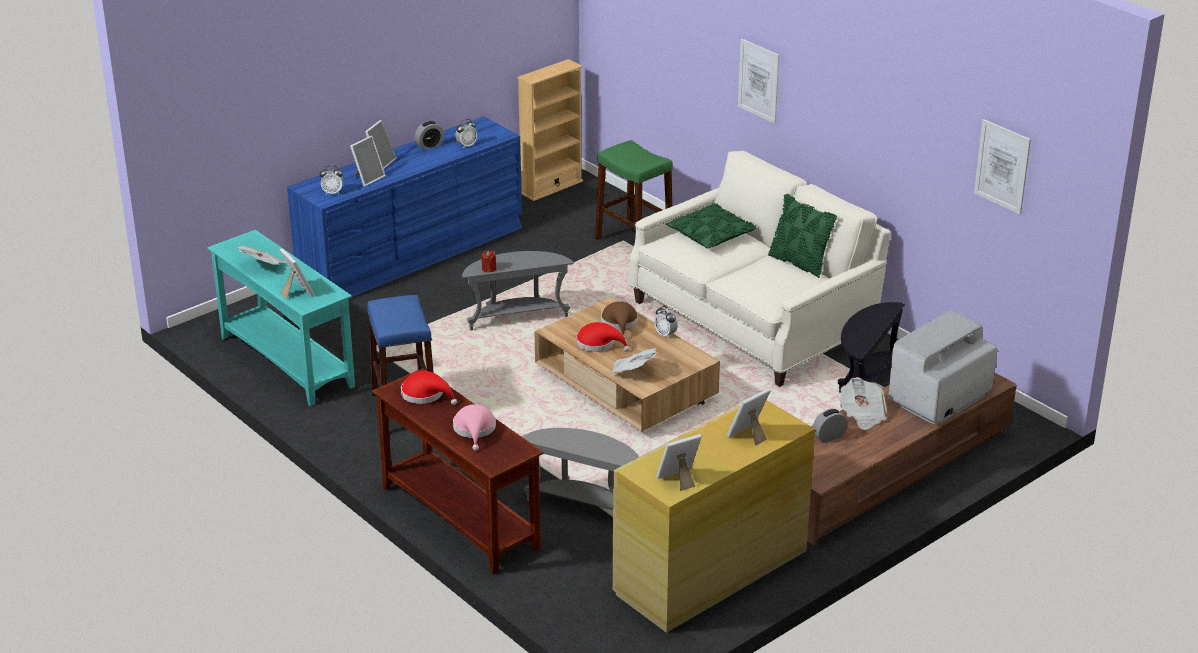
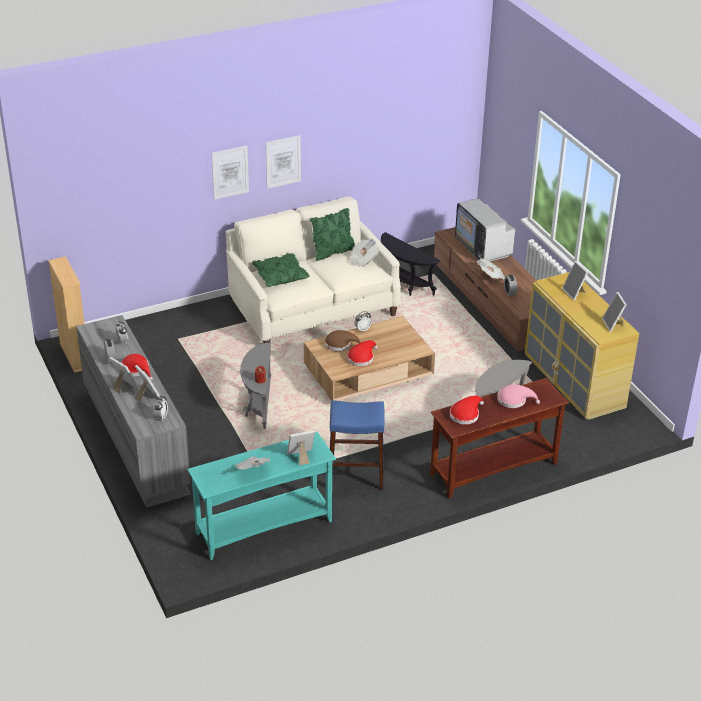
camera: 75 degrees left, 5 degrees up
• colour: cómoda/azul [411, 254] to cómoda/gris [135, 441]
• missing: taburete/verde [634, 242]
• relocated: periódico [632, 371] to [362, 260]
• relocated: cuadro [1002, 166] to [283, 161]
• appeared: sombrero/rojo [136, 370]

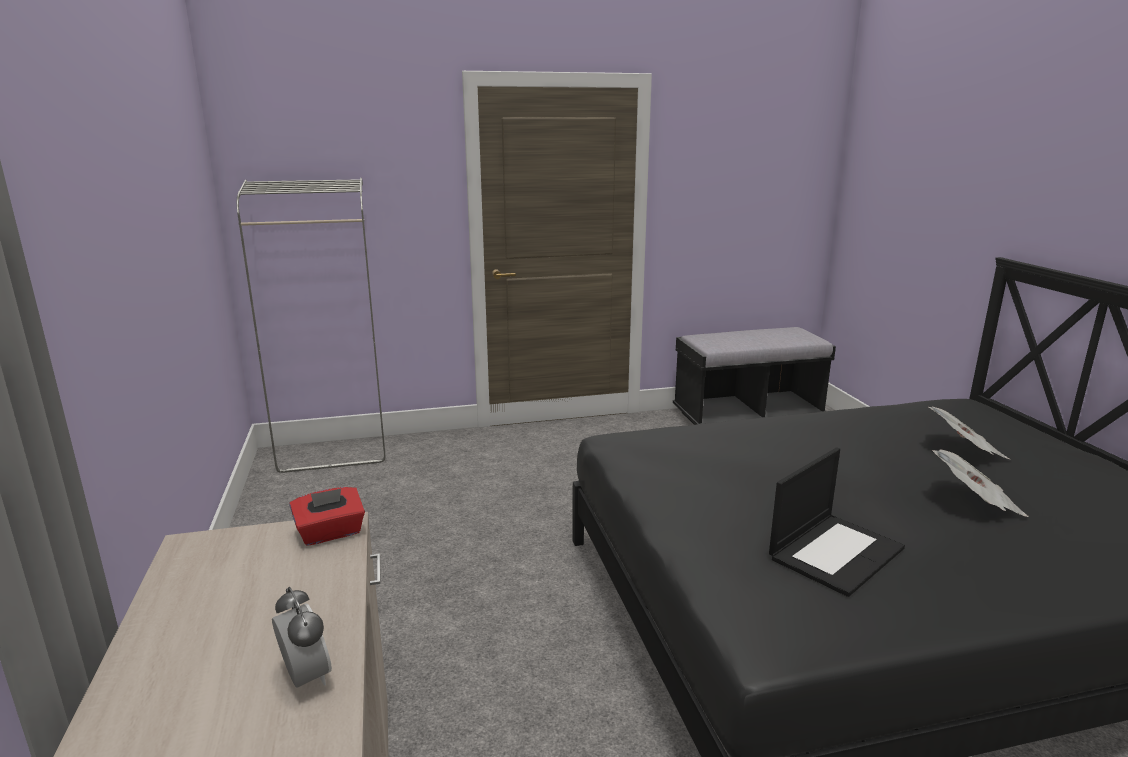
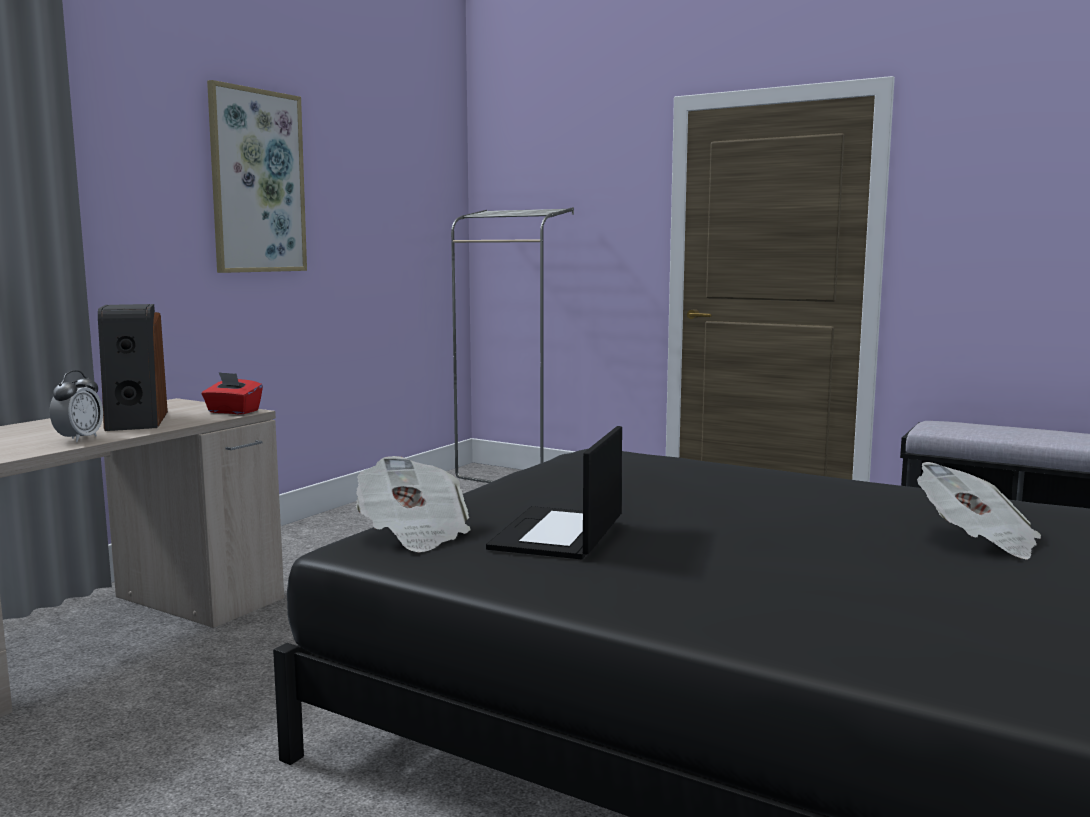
camera: 45 degrees right, 10 degrees down
• spun: portátil [835, 552] = [558, 534] 105 degrees clockwise
• relocated: periódico [975, 503] to [414, 534]
• appeared: altavoz [135, 421]
• appeared: cuadro [257, 182]

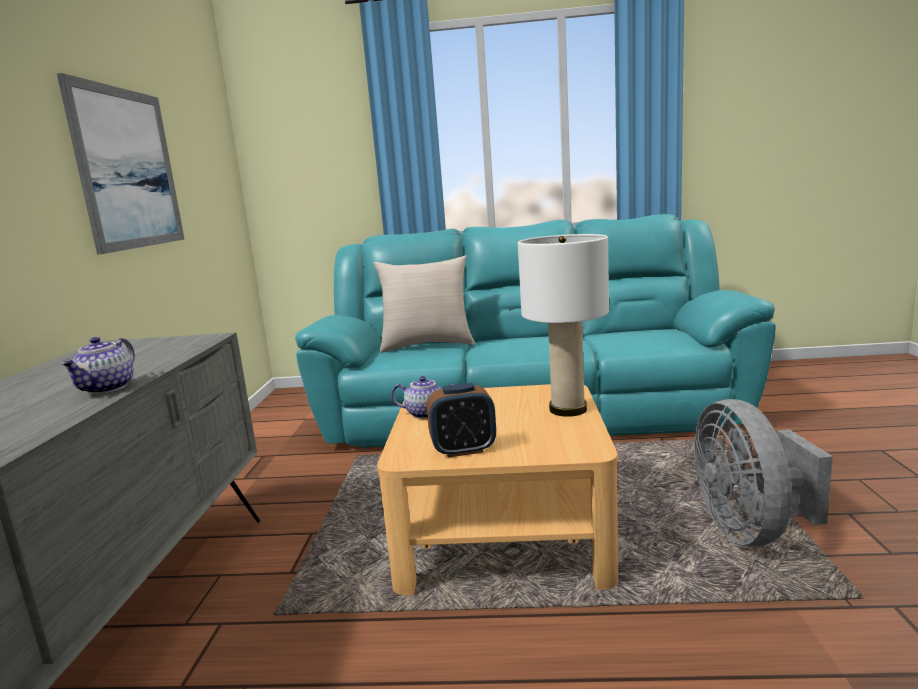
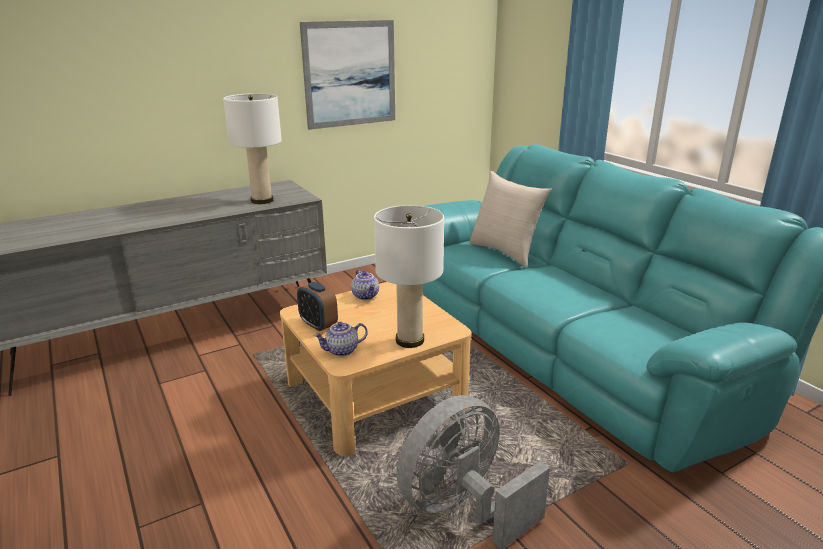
camera: 55 degrees right, 10 degrees up
• relocated: tetera [108, 388] to [342, 351]
• appeared: lámpara de mesa/blanco [262, 201]

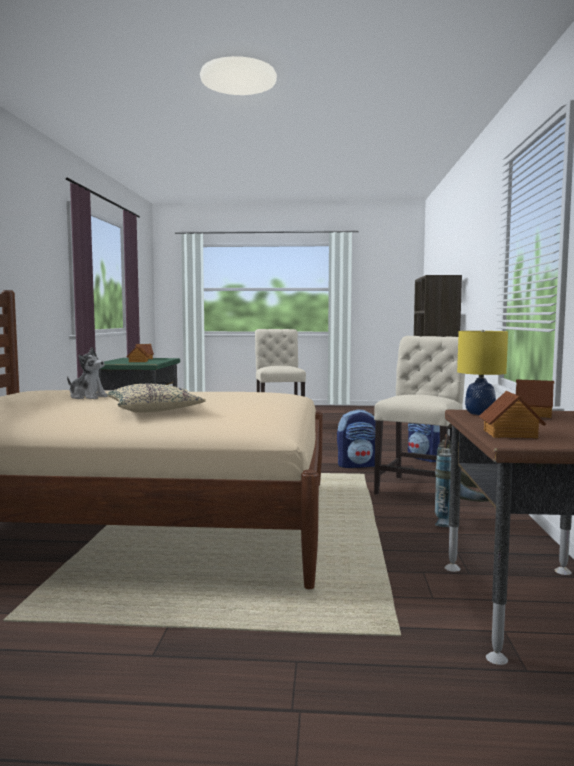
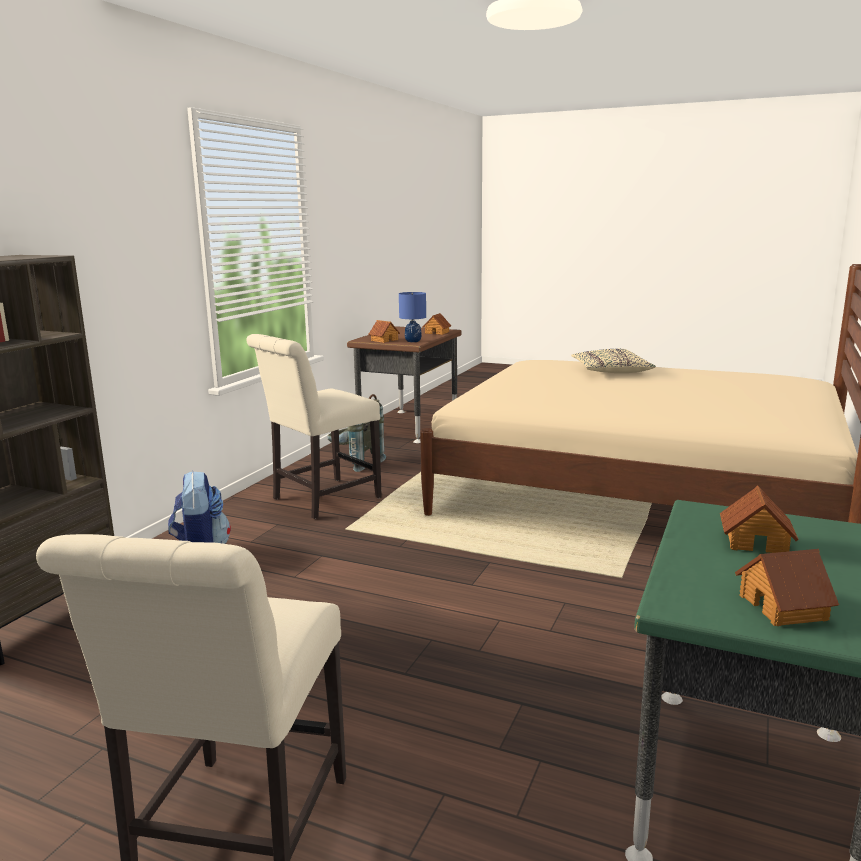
camera: 160 degrees left, 10 degrees up
• missing: peluche [88, 397]
• missing: mochila [357, 465]
• colour: lámpara de mesa/amarillo [478, 414] to lámpara de mesa/azul [413, 341]

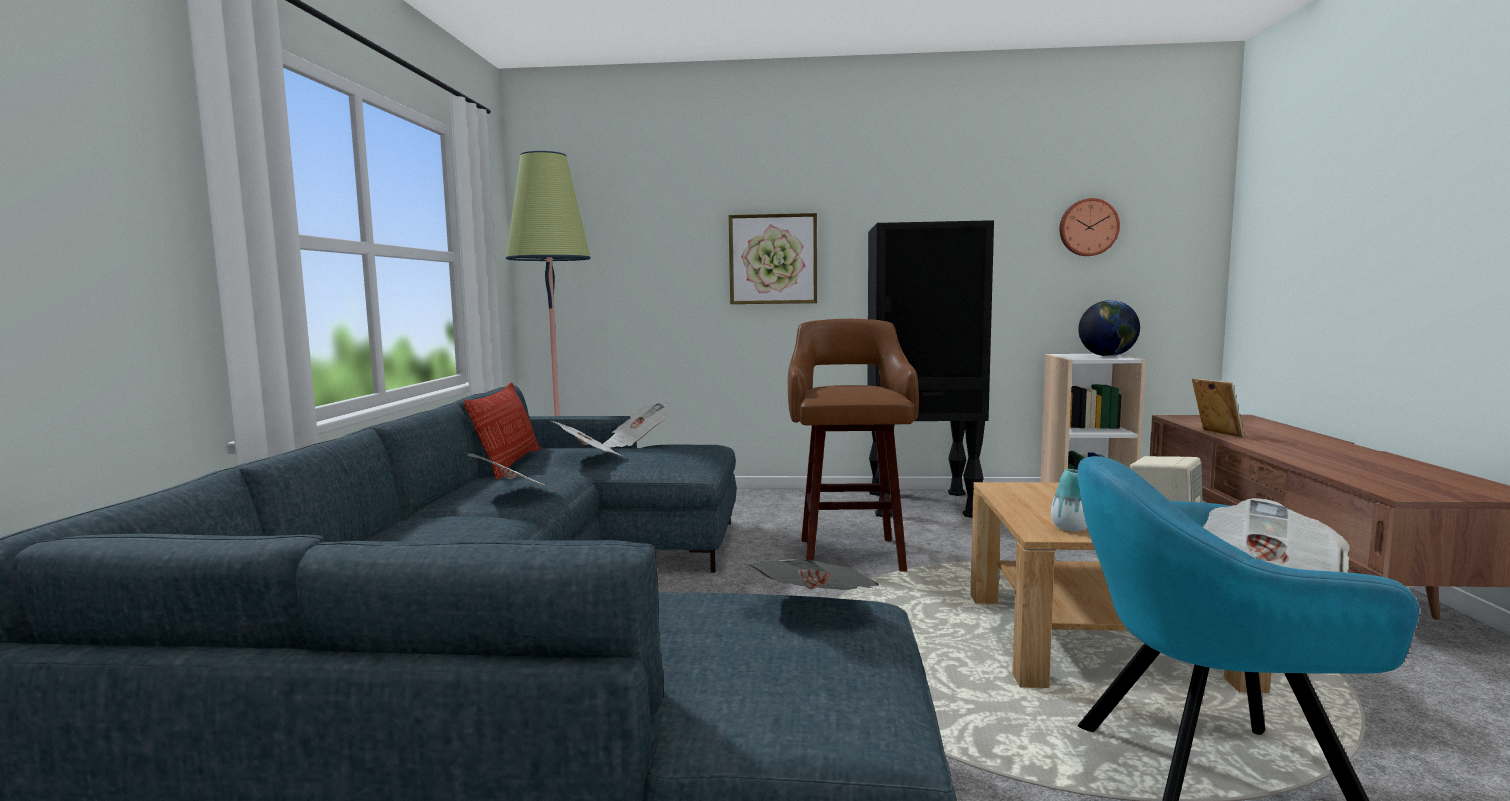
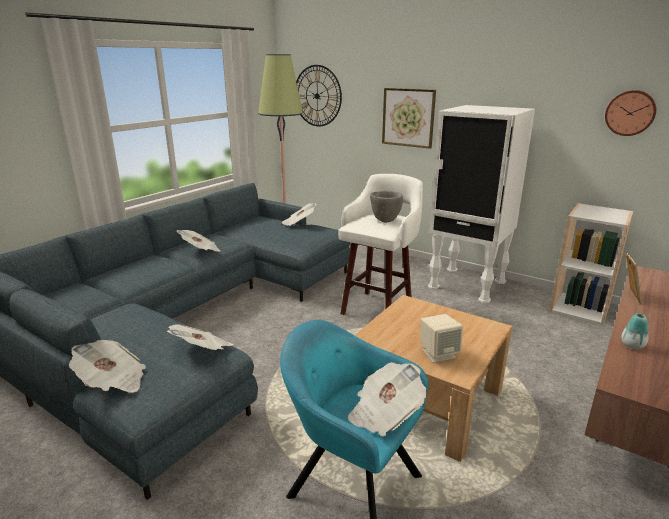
camera: 30 degrees right, 15 degrees up
• missing: cojín [509, 464]
• relocated: periódico [589, 458] to [113, 381]
• colour: taburete/marrón [850, 553] to taburete/blanco [378, 308]
• colour: armario/negro [923, 504] to armario/blanco [467, 284]
• relocated: florero [1071, 528] to [632, 345]
• missing: globo terráqueo [1107, 356]
• appeared: reloj de pared [317, 96]
• appeared: cuenco/gris [385, 220]

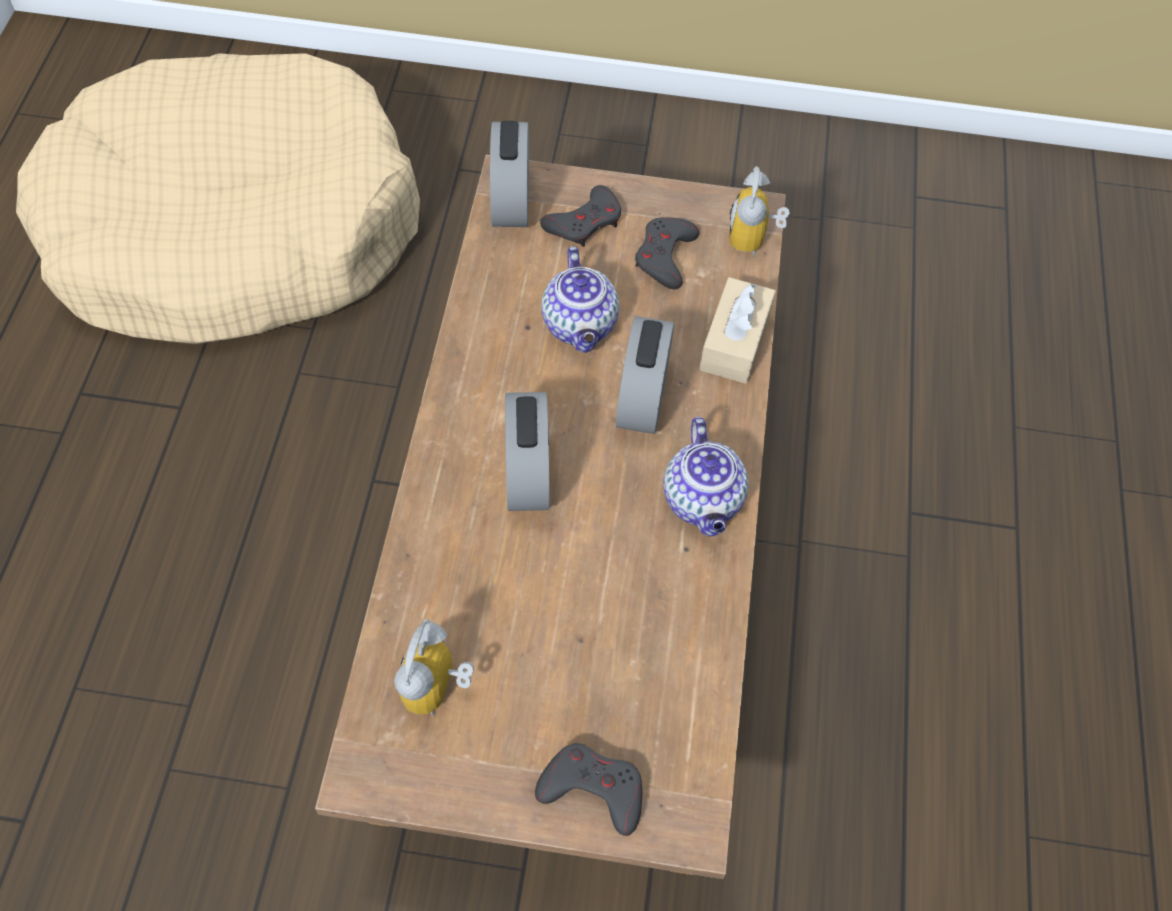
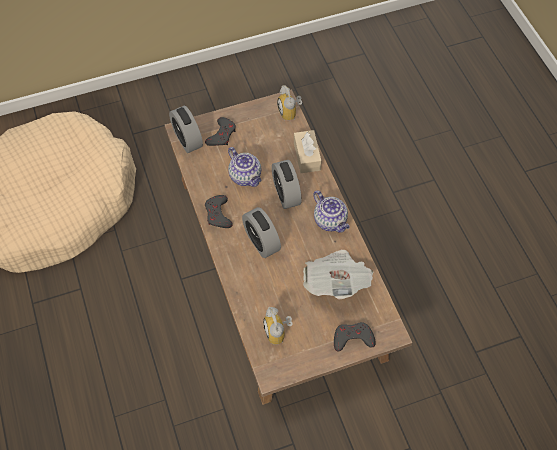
camera: 25 degrees left, 0 degrees up
• relocated: mando de consola/gris [665, 256] to [218, 214]
• appeared: periódico [336, 282]

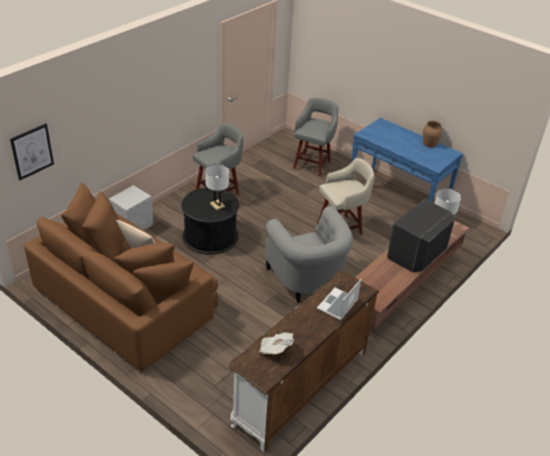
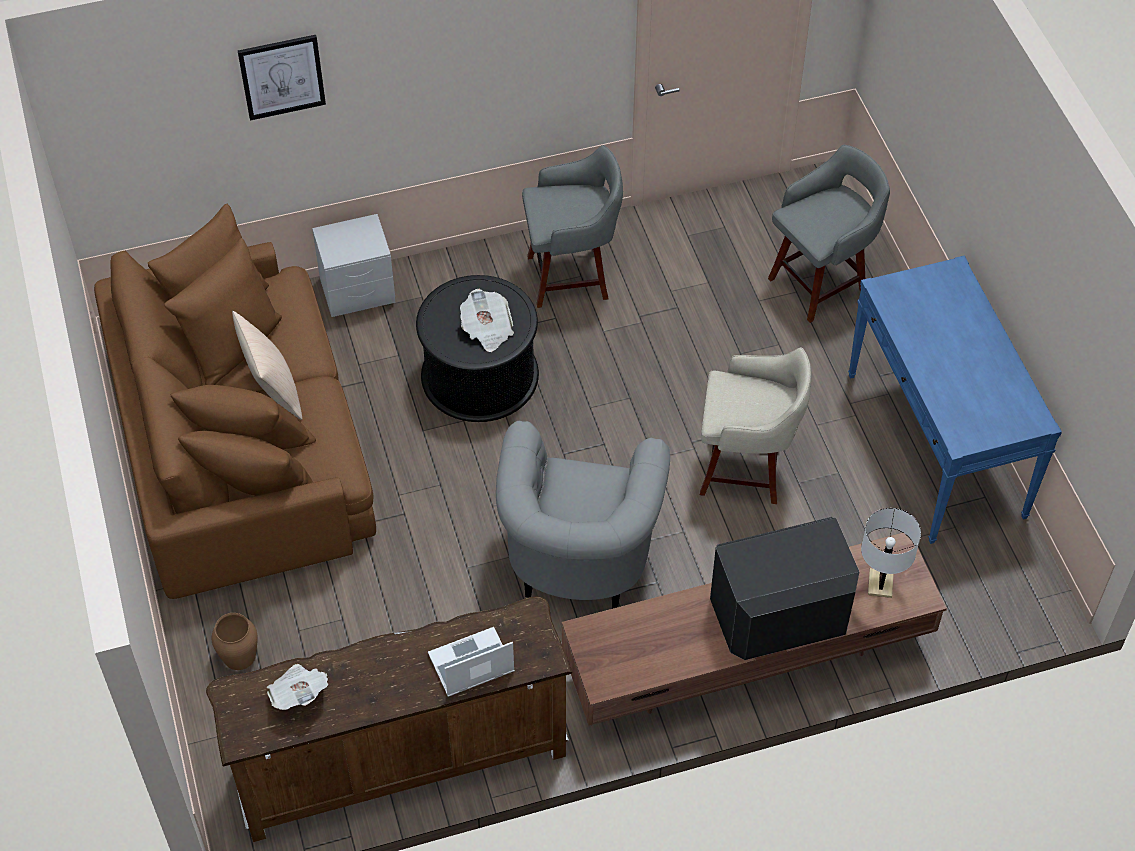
camera: 35 degrees right, 15 degrees up
• relocated: cuadro [32, 151] to [282, 76]
• exchanged: lámpara de mesa/blanco [217, 205] to periódico [487, 330]
• relocated: florero/marrón [429, 144] to [239, 655]

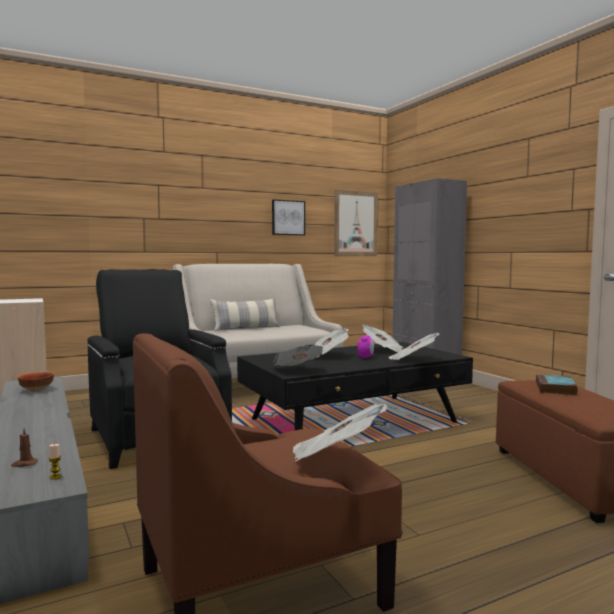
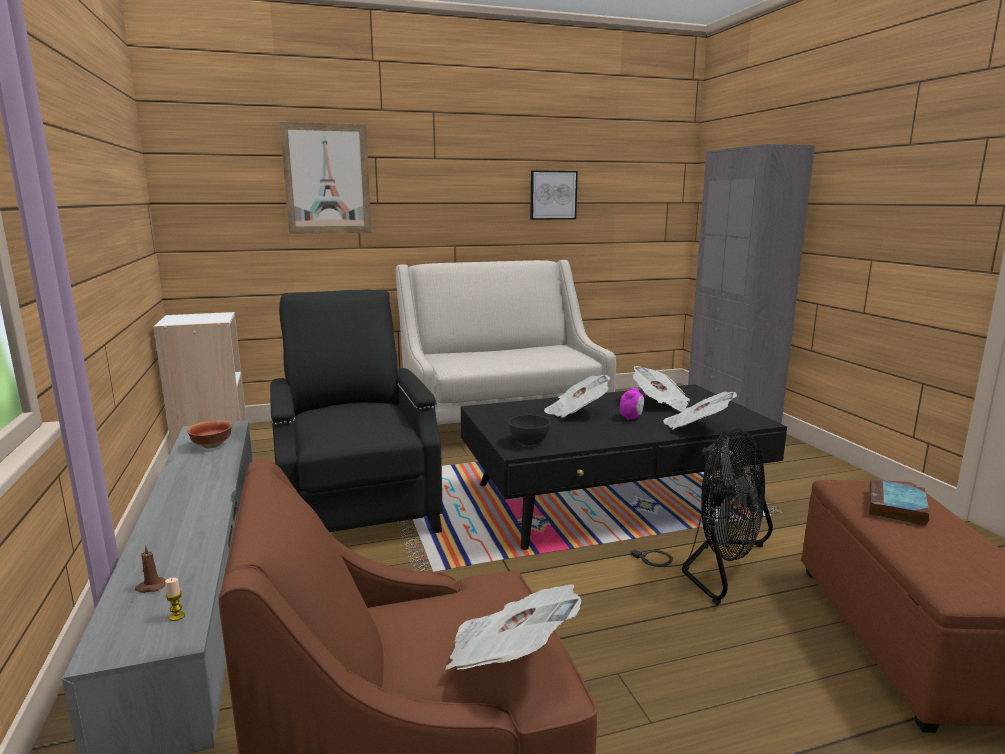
camera: 10 degrees right, 10 degrees up
• missing: cojín [246, 328]
• exchanged: periódico [297, 370] to cuenco/gris [528, 442]
• relocated: cuadro [355, 224] to [327, 179]
• appeared: ventilador/negro [711, 565]

